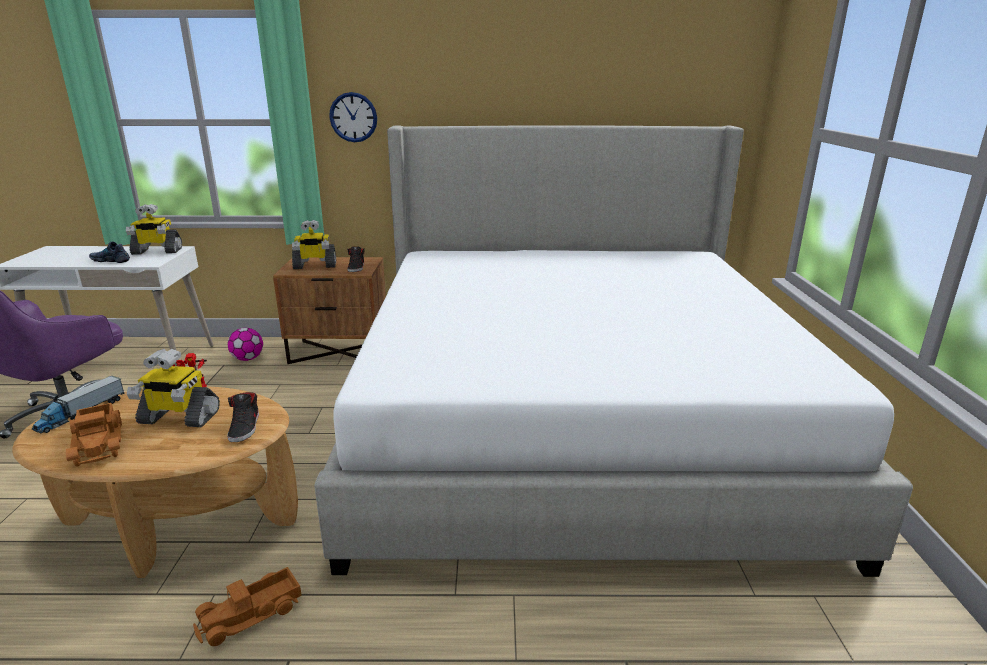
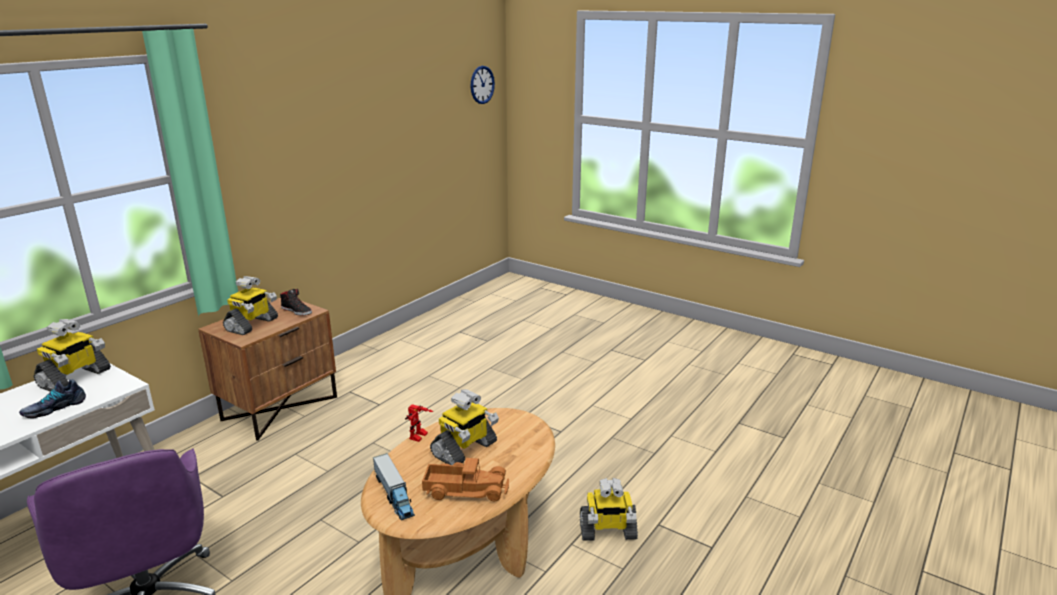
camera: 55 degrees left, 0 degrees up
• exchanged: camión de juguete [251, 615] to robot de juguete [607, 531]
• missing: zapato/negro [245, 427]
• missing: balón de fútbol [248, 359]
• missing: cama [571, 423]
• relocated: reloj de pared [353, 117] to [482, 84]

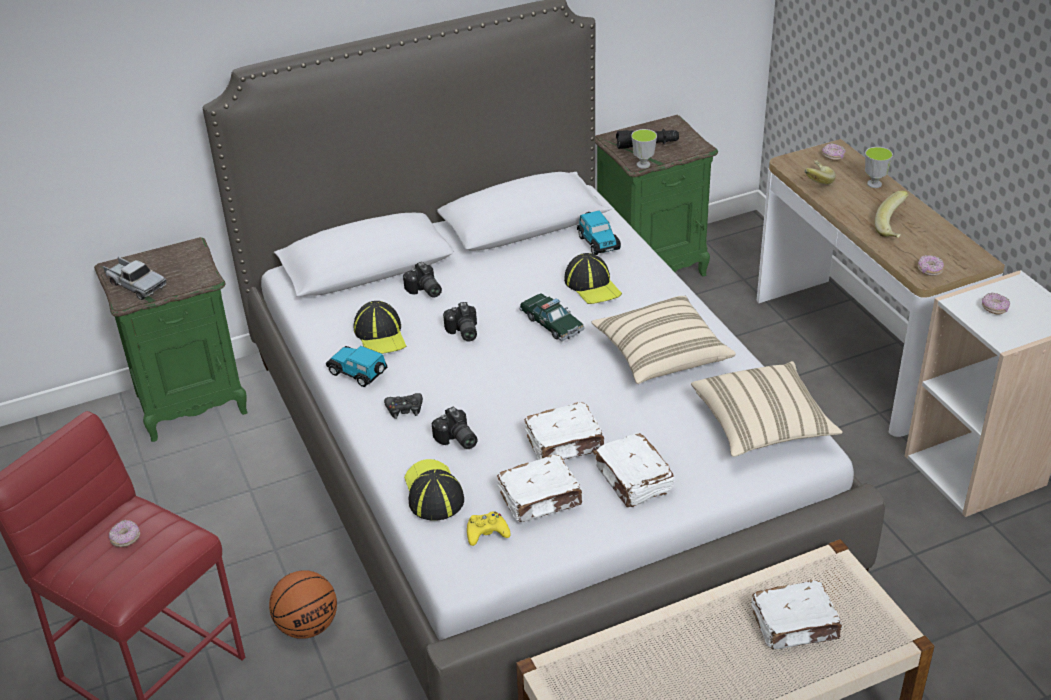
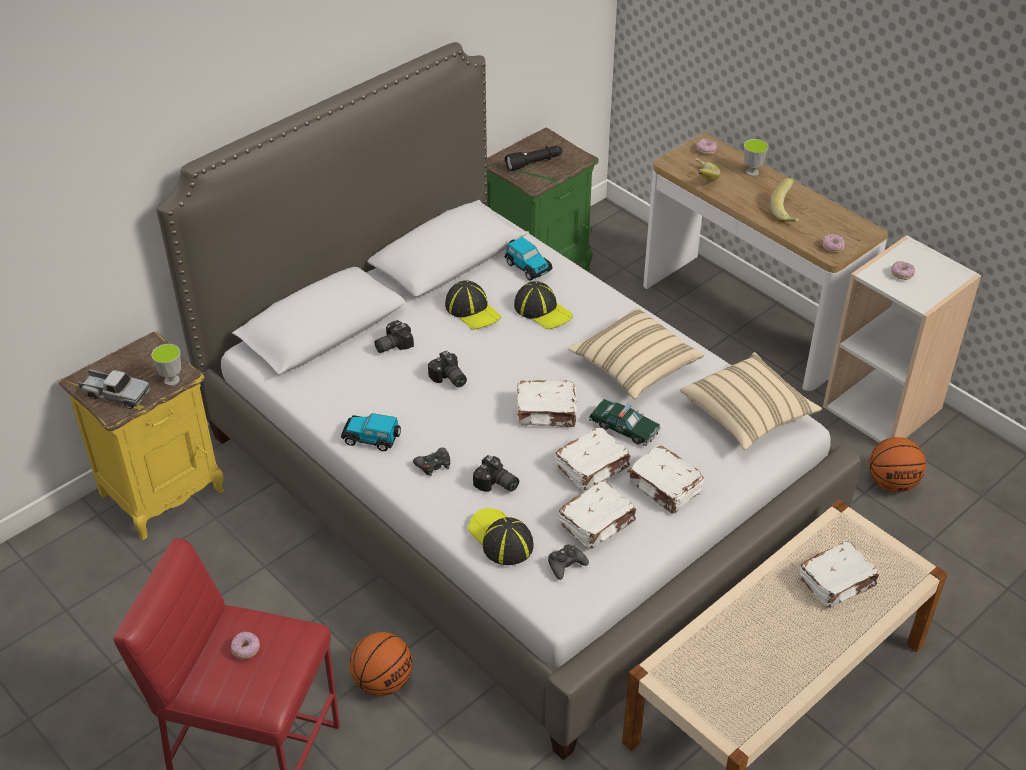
camera: 20 degrees left, 5 degrees up
• colour: mesita de noche/verde [192, 404] to mesita de noche/amarillo [163, 493]
• relocated: gorra [380, 335] to [472, 310]
• spun: cámara [424, 291] = [392, 344] 105 degrees clockwise
• colour: mando de consola/amarillo [487, 533] to mando de consola/negro [566, 564]
• relocated: coche de juguete [551, 323] to [624, 428]
• relocated: taza [643, 165] to [172, 380]
• appeared: libro/blanco [547, 413]
• appeared: balón de baloncesto [892, 483]

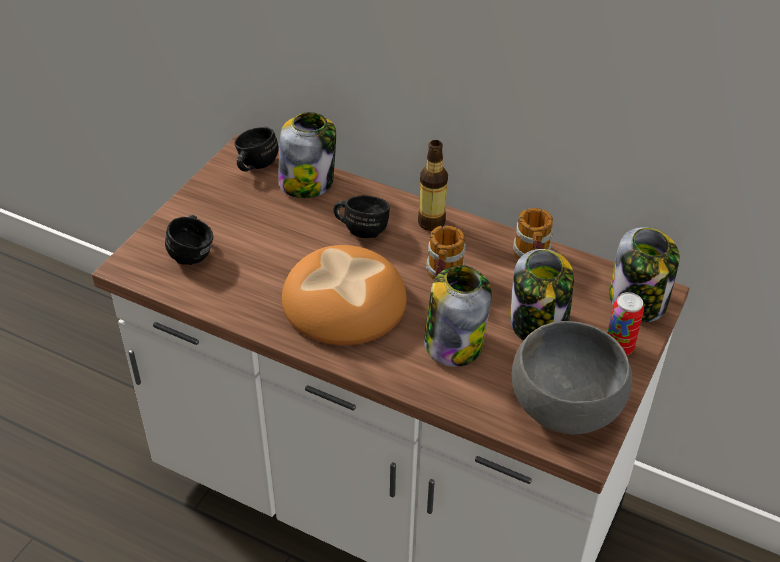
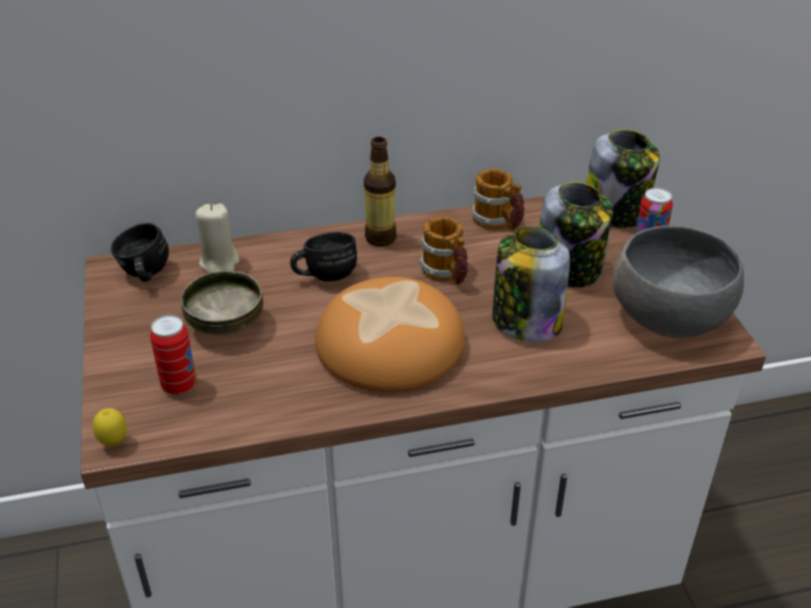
camera: 40 degrees left, 5 degrees down
• exchanged: taza grande/negro [193, 253] to lata [179, 386]
• exchanged: tarro [307, 182] to vela/beis [220, 263]
• appeared: limón [114, 443]
• appeared: cuenco [226, 324]

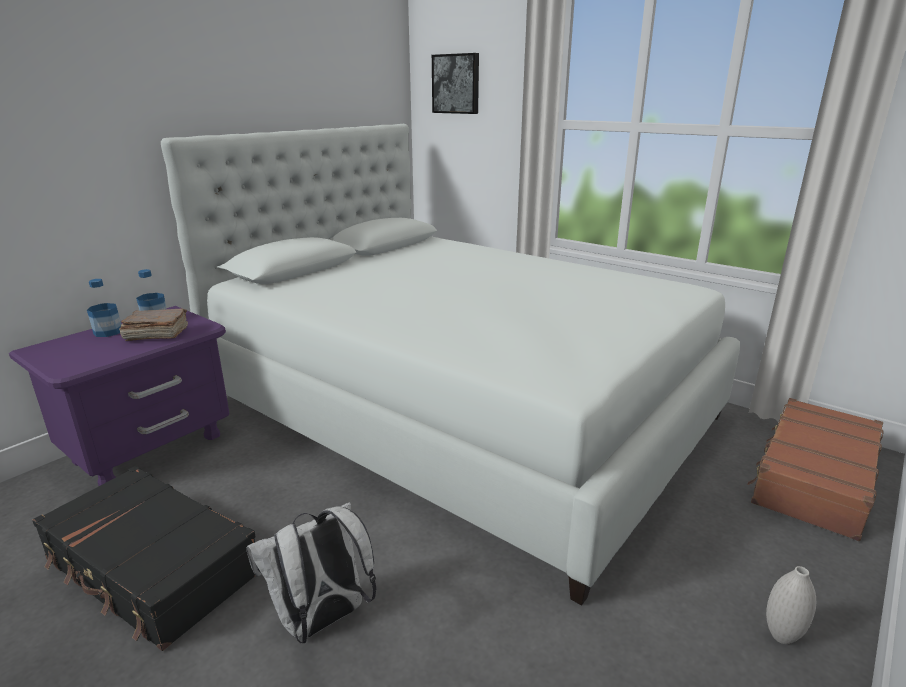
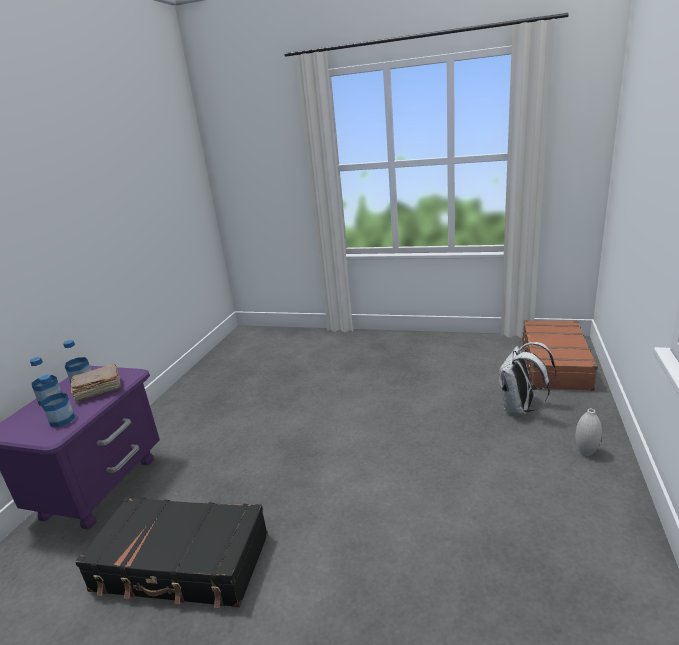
camera: 20 degrees left, 0 degrees up
• missing: cama/blanco [459, 407]
• relocated: mochila/blanco [322, 620] to [520, 408]
• missing: cuadro [456, 84]
• appeared: botella [62, 420]

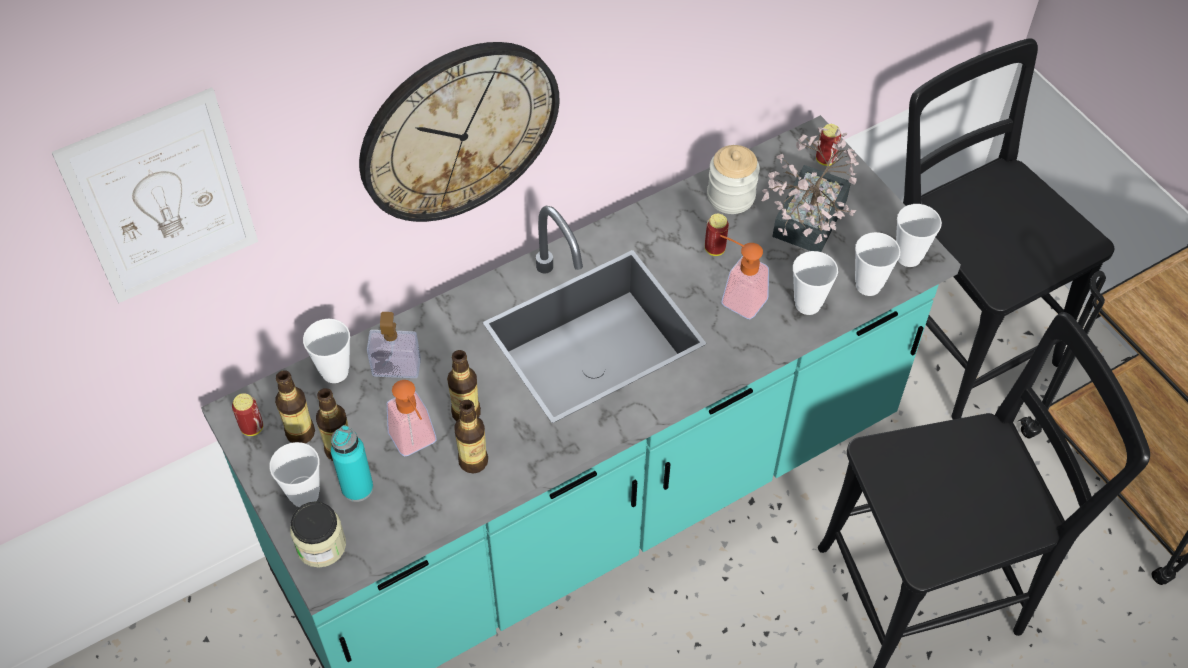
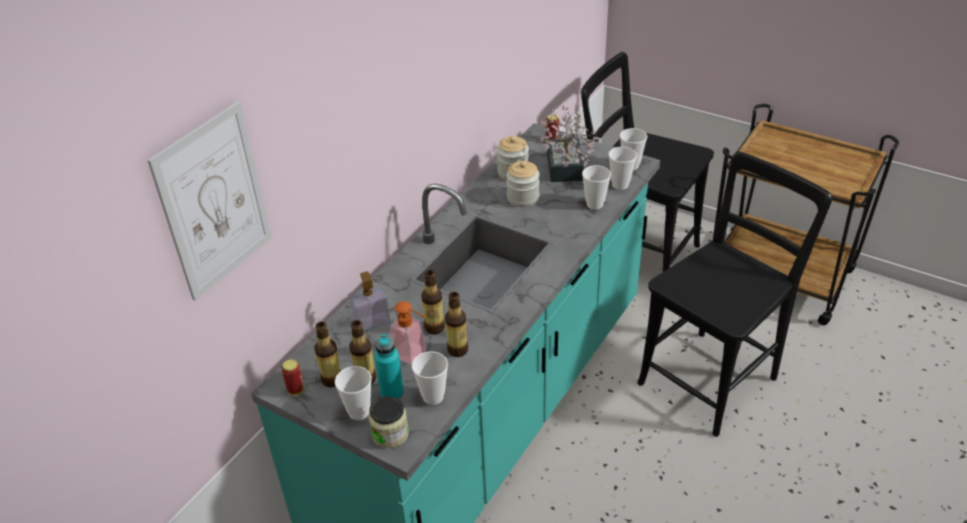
camera: 25 degrees left, 15 degrees down
• relocated: taza [335, 372] to [433, 397]
• missing: reloj de pared [458, 131]
• exchanged: lata [714, 249] to tarro [523, 198]
• missing: dispensador de jabón [737, 298]

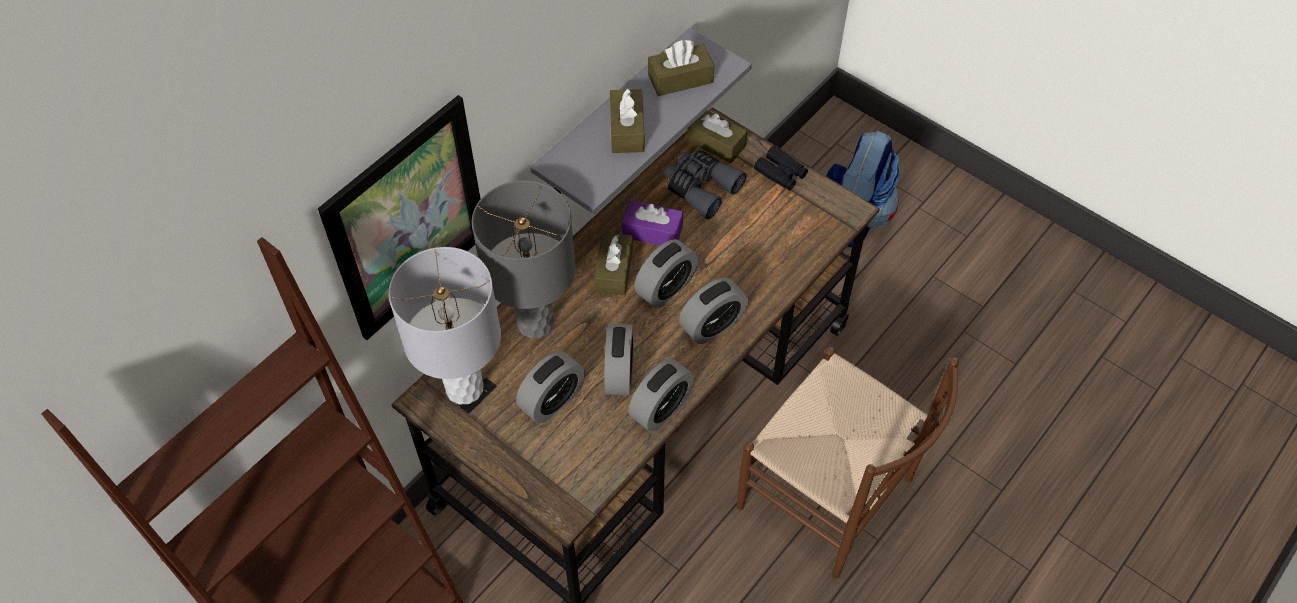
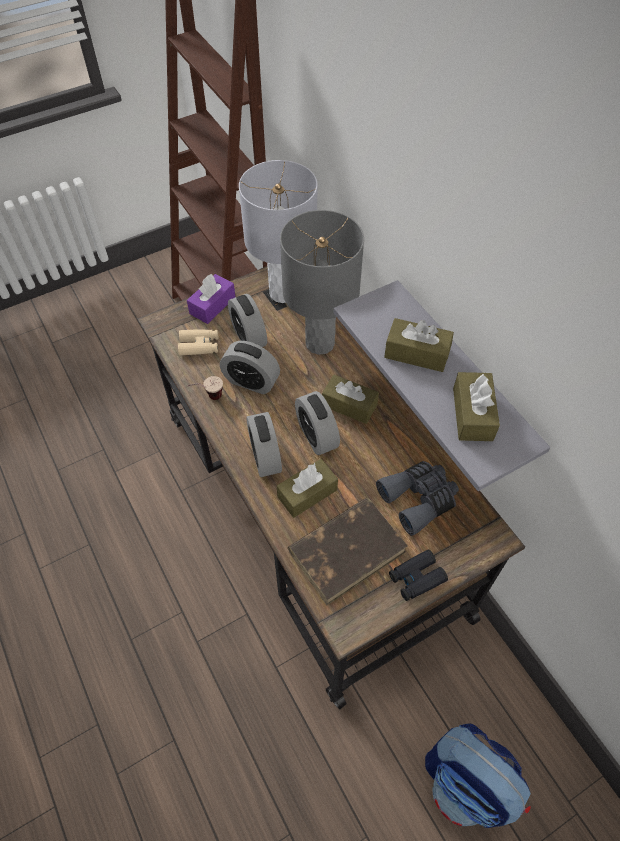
camera: 110 degrees right, 0 degrees up
• missing: cuadro [408, 220]
• relocated: caja de pañuelos/morado [652, 231] to [212, 305]
• exchanged: despertador [661, 408] to taza [208, 398]
• relocated: caja de pañuelos/marrón [716, 143] to [307, 493]
• missing: silla/marrón [831, 498]
• appeared: prismáticos/beis [199, 345]
• appeared: libro/marrón [347, 550]

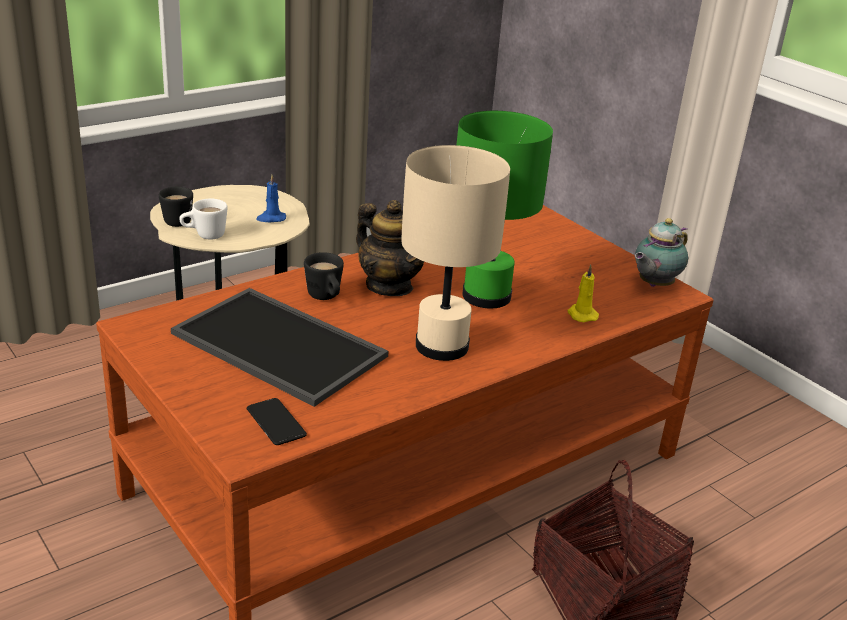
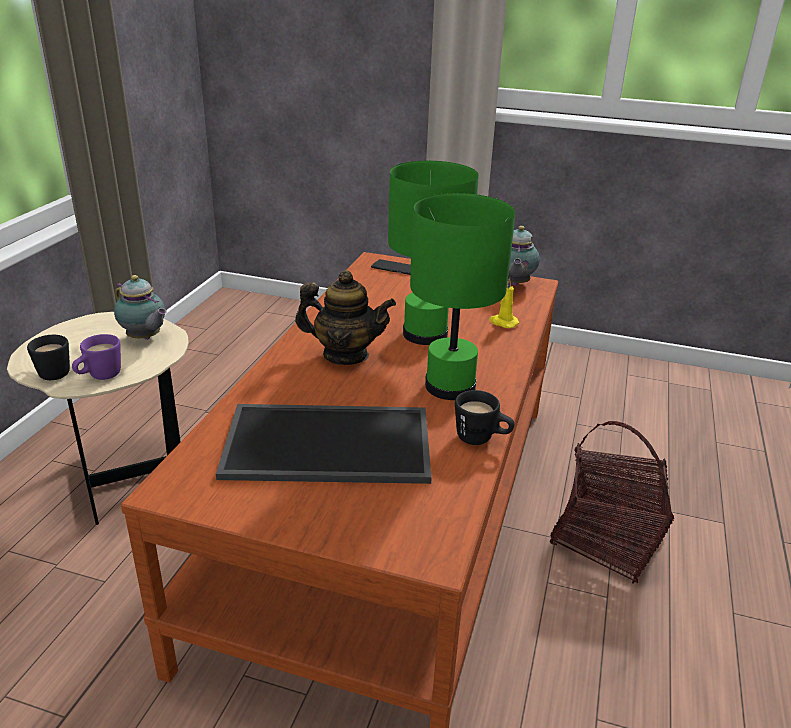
camera: 35 degrees left, 0 degrees up
• colour: taza grande/blanco [204, 235] to taza grande/morado [99, 377]
• relocated: móvil [276, 422] to [394, 268]
• exchanged: vela/azul [271, 218] to tetera [145, 338]
• relocated: taza grande/negro [326, 298] to [481, 439]
• colour: lámpara de mesa/beis [443, 346] to lámpara de mesa/verde [451, 386]

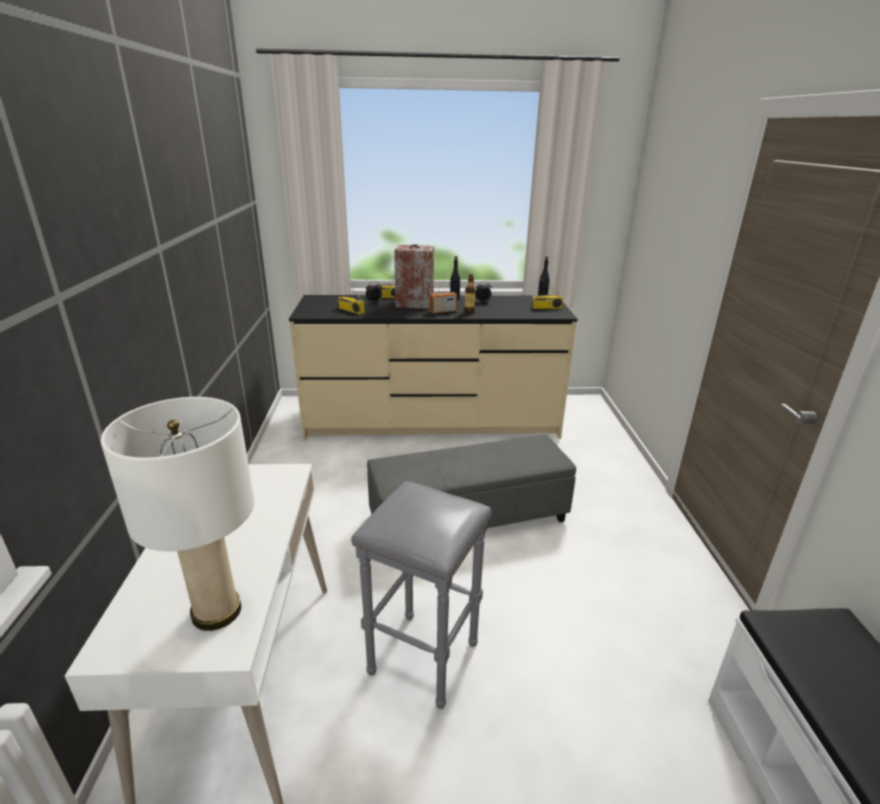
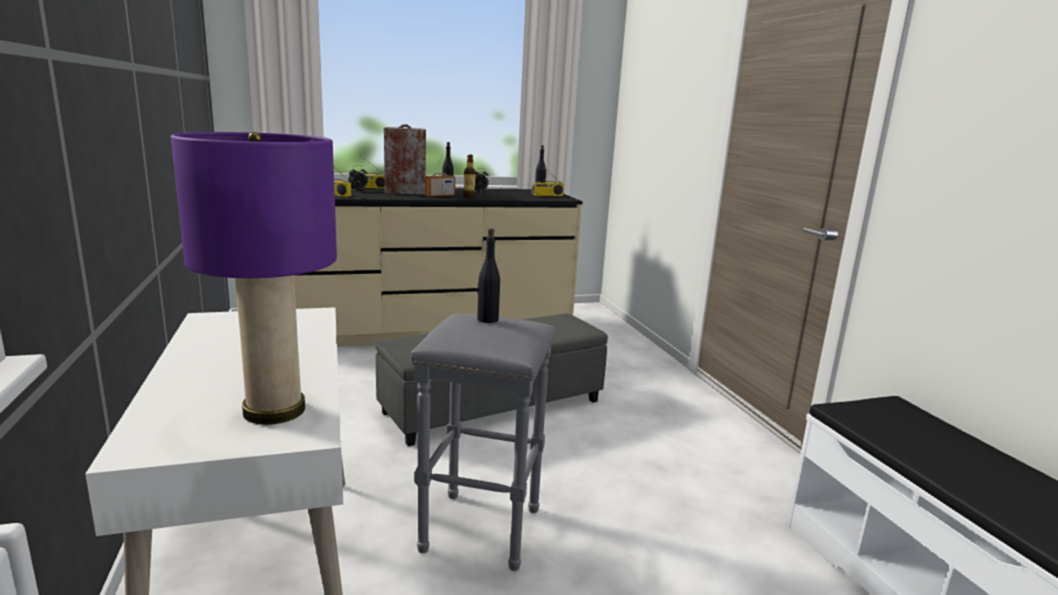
camera: 15 degrees left, 10 degrees down
• colour: lámpara de mesa/blanco [217, 611] to lámpara de mesa/morado [275, 410]
• appeared: botella/negro [487, 319]

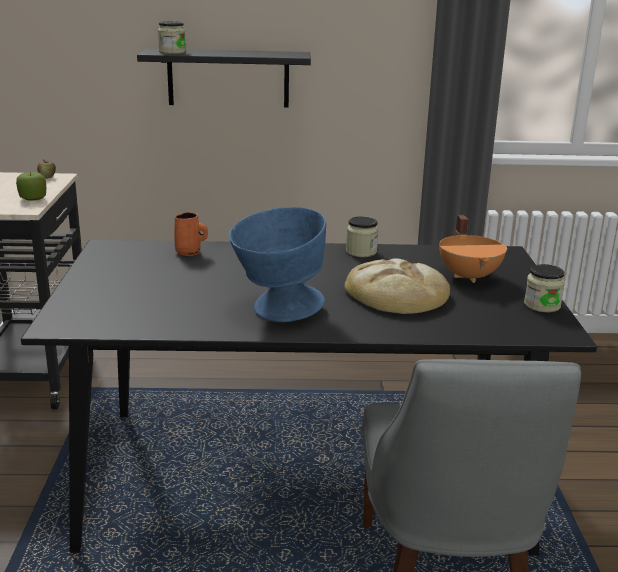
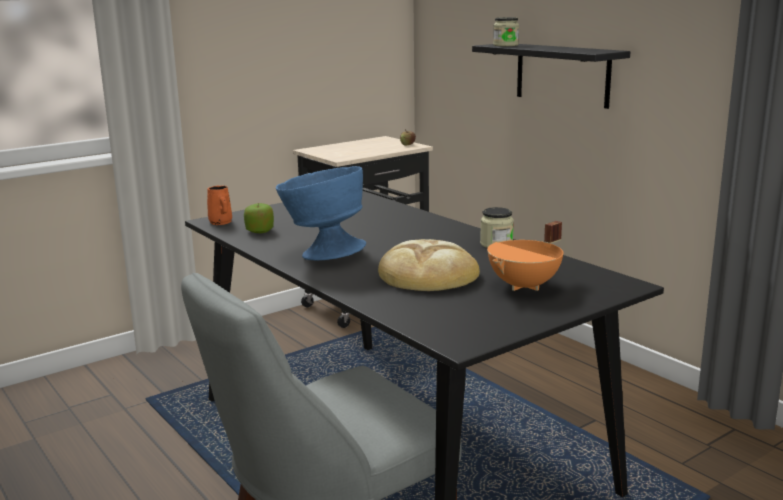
camera: 55 degrees right, 5 degrees down
• relocated: manzana [33, 198] to [259, 231]
• relocated: taza grande/naranja [189, 252] to [221, 223]
• missing: tarro [542, 305]

